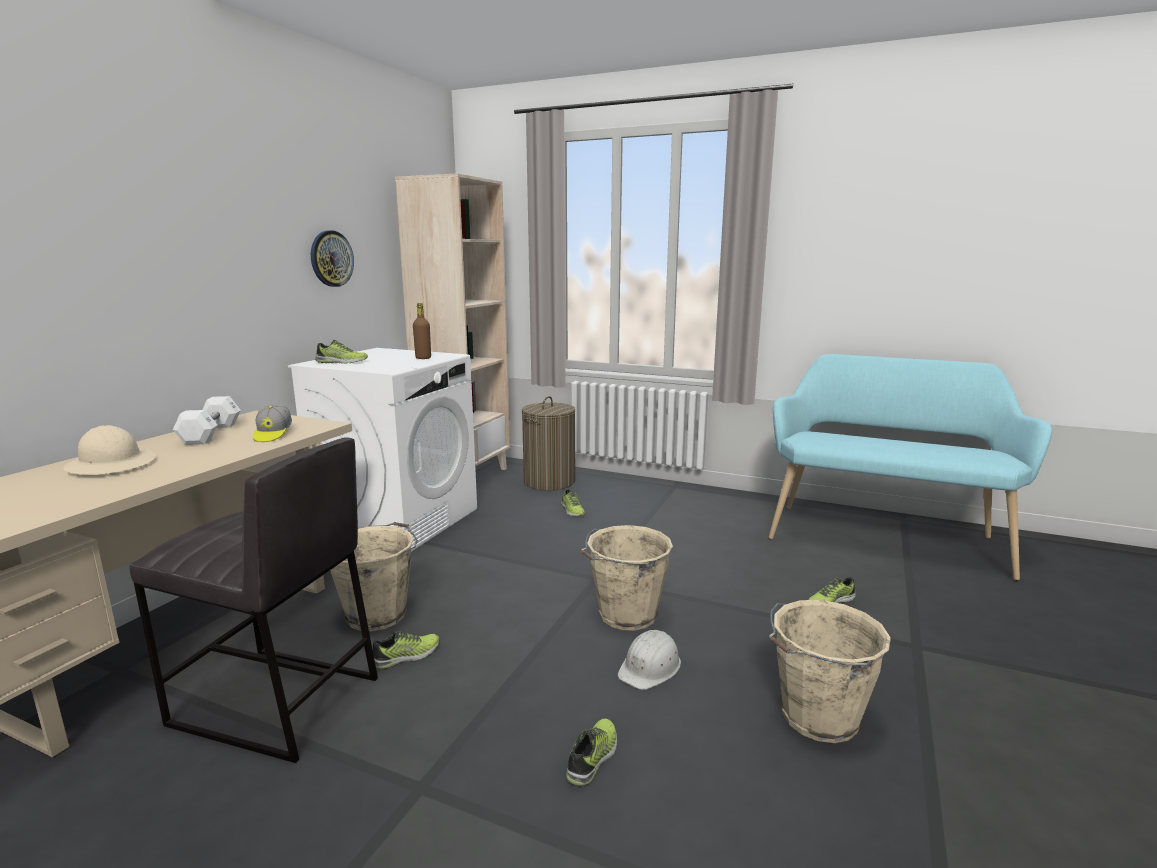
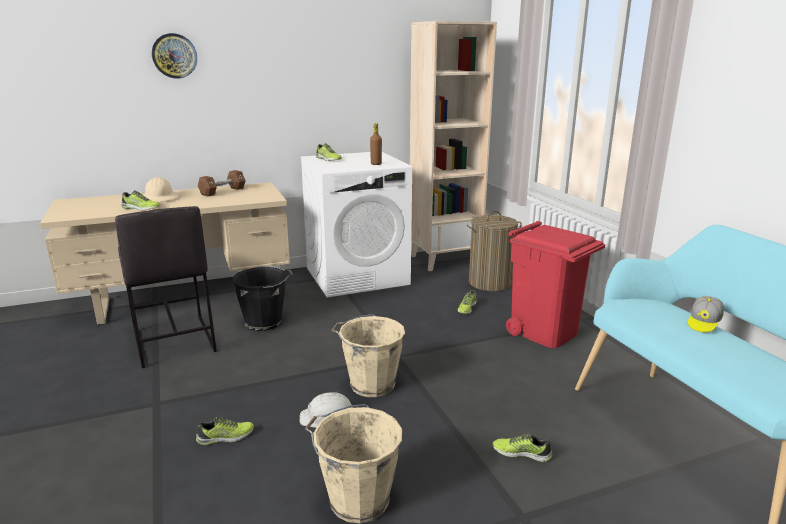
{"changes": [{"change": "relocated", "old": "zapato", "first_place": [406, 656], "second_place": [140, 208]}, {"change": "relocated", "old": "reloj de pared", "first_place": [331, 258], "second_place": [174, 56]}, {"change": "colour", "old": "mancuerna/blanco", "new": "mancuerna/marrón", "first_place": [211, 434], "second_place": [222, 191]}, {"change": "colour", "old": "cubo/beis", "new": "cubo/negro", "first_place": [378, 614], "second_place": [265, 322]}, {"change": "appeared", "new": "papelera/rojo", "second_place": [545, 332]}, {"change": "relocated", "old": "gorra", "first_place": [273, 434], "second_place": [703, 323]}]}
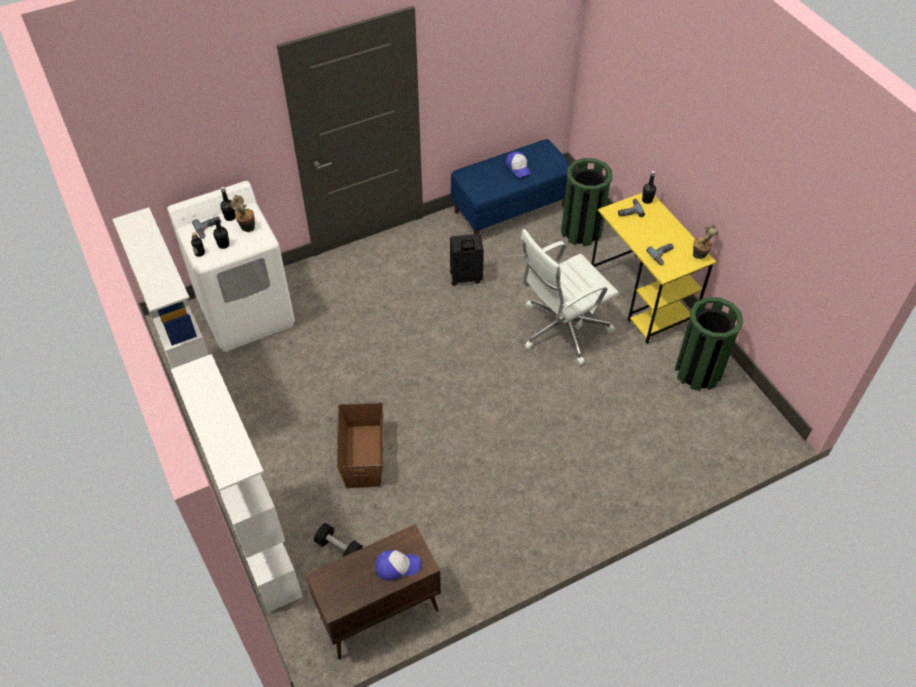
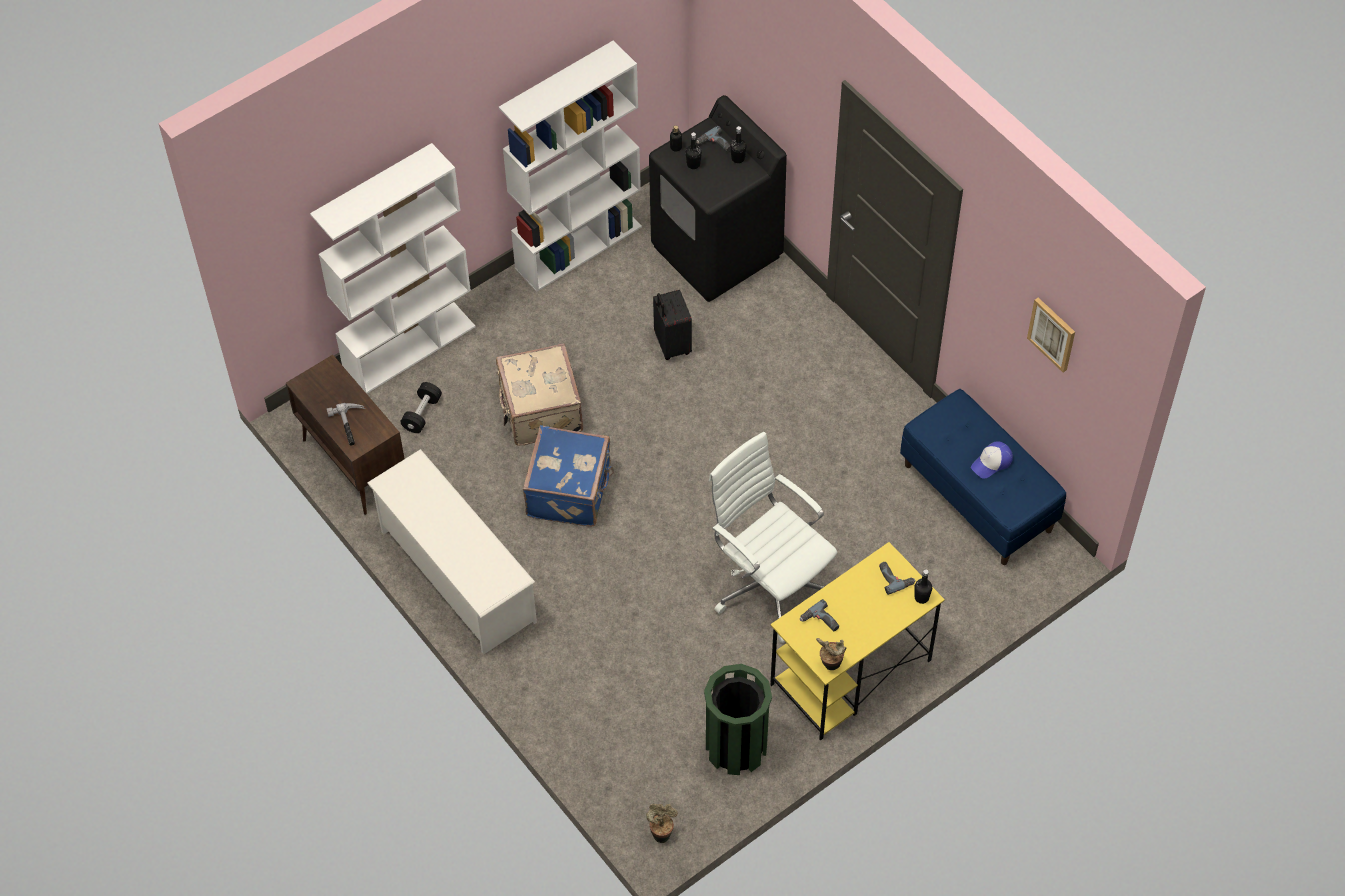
{"changes": [{"change": "exchanged", "old": "gorra", "new": "martillo", "first_place": [397, 566], "second_place": [350, 425]}, {"change": "appeared", "new": "zapatero/blanco", "second_place": [456, 575]}, {"change": "exchanged", "old": "caja de almacenaje/marrón", "new": "maleta/beis", "first_place": [364, 455], "second_place": [539, 411]}, {"change": "appeared", "new": "maleta/azul", "second_place": [570, 491]}, {"change": "relocated", "old": "planta en maceta", "first_place": [246, 227], "second_place": [661, 833]}, {"change": "colour", "old": "lavadora/blanco", "new": "lavadora/negro", "first_place": [247, 312], "second_place": [717, 251]}, {"change": "relocated", "old": "maleta/negro", "first_place": [465, 278], "second_place": [671, 345]}, {"change": "appeared", "new": "cuadro", "second_place": [1052, 333]}, {"change": "missing", "old": "papelera/verde", "first_place": [581, 231]}]}
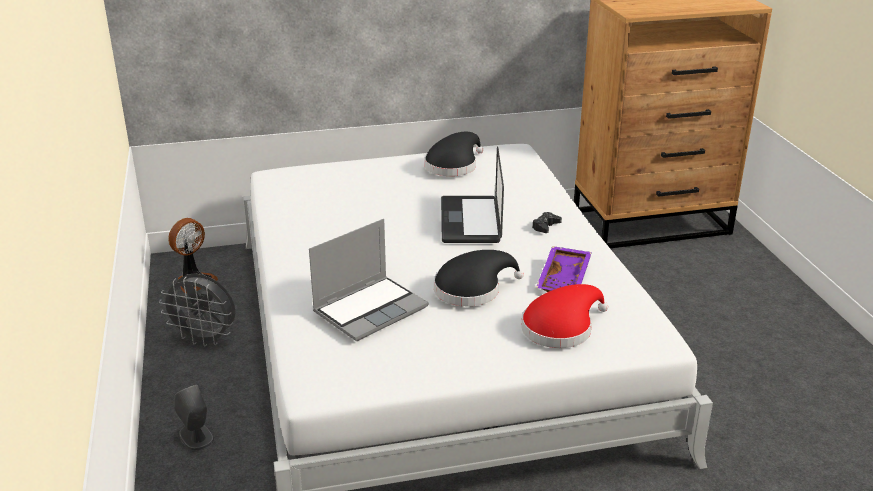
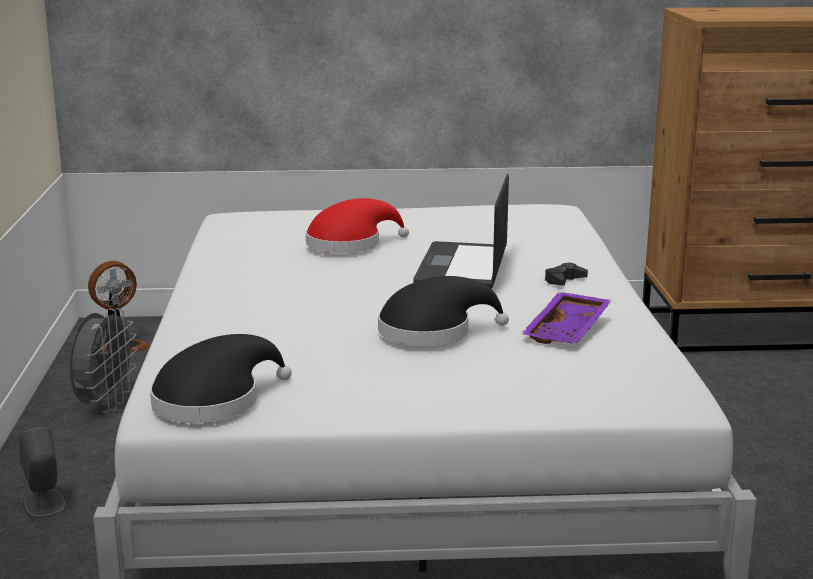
{"changes": [{"change": "spun", "old": "ventilador/gris", "first_place": [205, 339], "second_place": [105, 405], "degrees": -105}, {"change": "relocated", "old": "sombrero/negro", "first_place": [453, 165], "second_place": [213, 401]}, {"change": "relocated", "old": "sombrero/rojo", "first_place": [561, 328], "second_place": [349, 244]}, {"change": "missing", "old": "portátil", "first_place": [370, 309]}]}
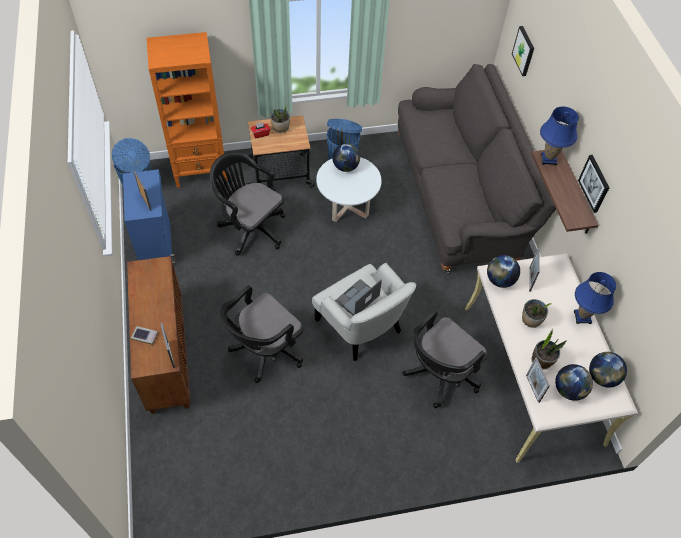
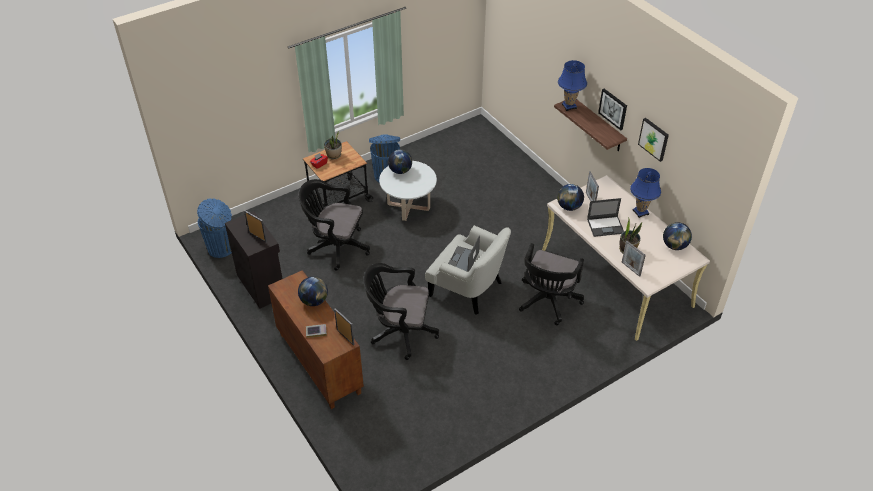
{"changes": [{"change": "colour", "old": "armario/azul", "new": "armario/negro", "first_place": [157, 245], "second_place": [261, 285]}, {"change": "relocated", "old": "globo terráqueo", "first_place": [568, 390], "second_place": [314, 301]}, {"change": "spun", "old": "silla de oficina/negro", "first_place": [264, 351], "second_place": [400, 332], "degrees": 75}, {"change": "exchanged", "old": "planta en maceta", "new": "portátil", "first_place": [531, 320], "second_place": [605, 226]}, {"change": "relocated", "old": "cuadro", "first_place": [524, 51], "second_place": [654, 139]}, {"change": "missing", "old": "estantería/naranja", "first_place": [201, 171]}, {"change": "missing", "old": "sofá/gris", "first_place": [459, 196]}]}
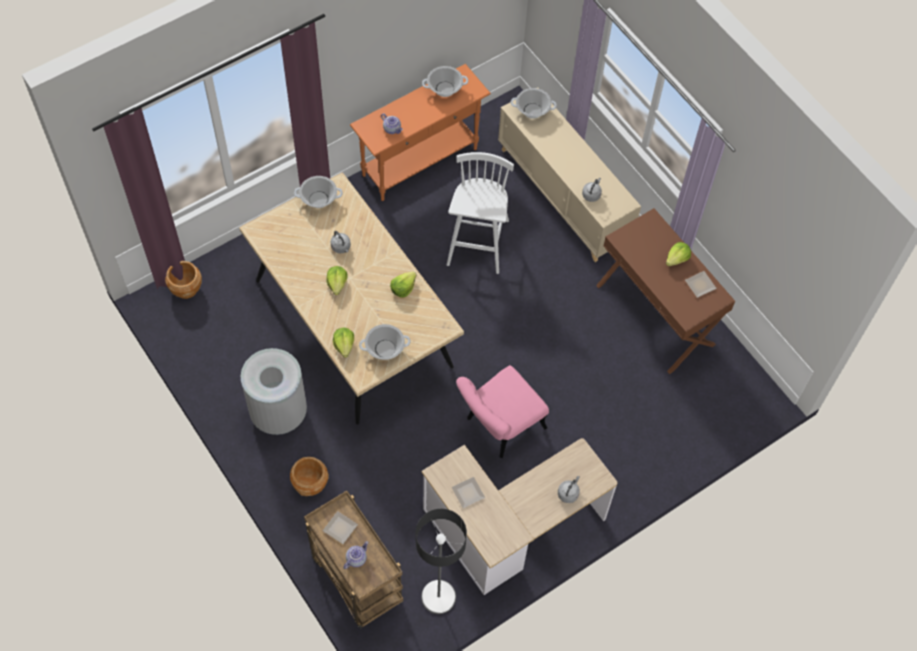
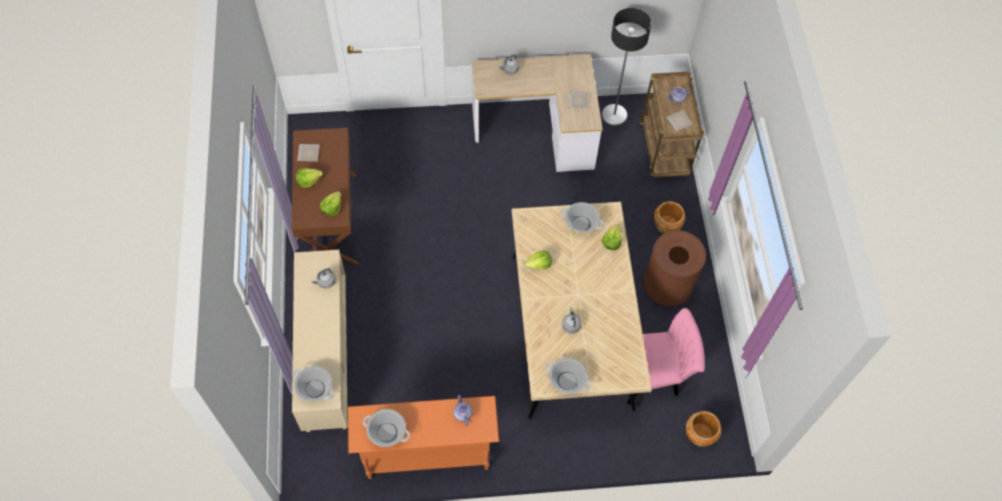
{"changes": [{"change": "relocated", "old": "lechuga", "first_place": [337, 283], "second_place": [332, 207]}, {"change": "relocated", "old": "silla/rosa", "first_place": [499, 427], "second_place": [655, 374]}, {"change": "colour", "old": "papelera/gris", "new": "papelera/marrón", "first_place": [278, 412], "second_place": [667, 288]}, {"change": "missing", "old": "taburete/blanco", "first_place": [477, 244]}]}
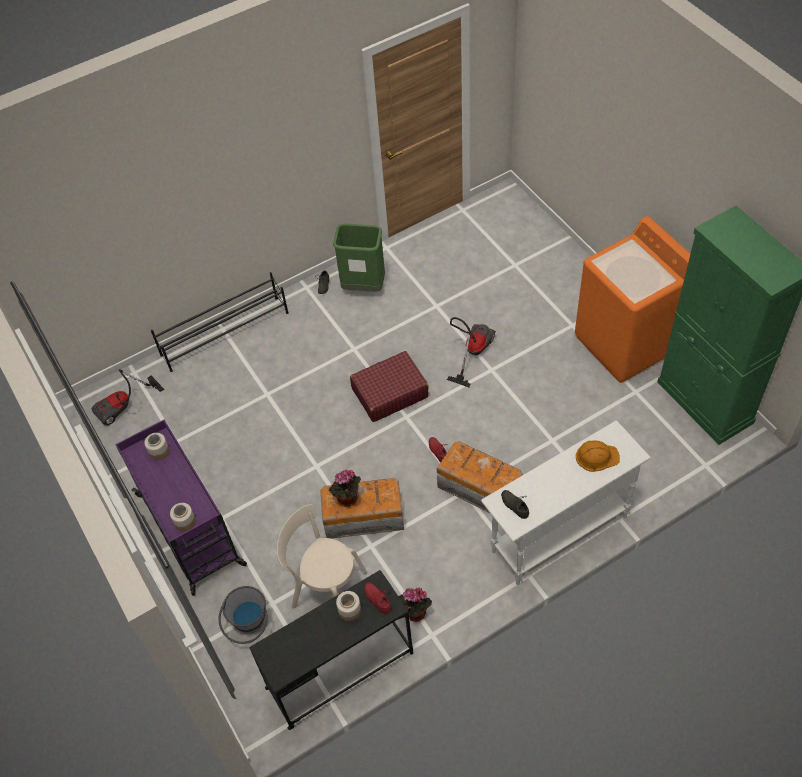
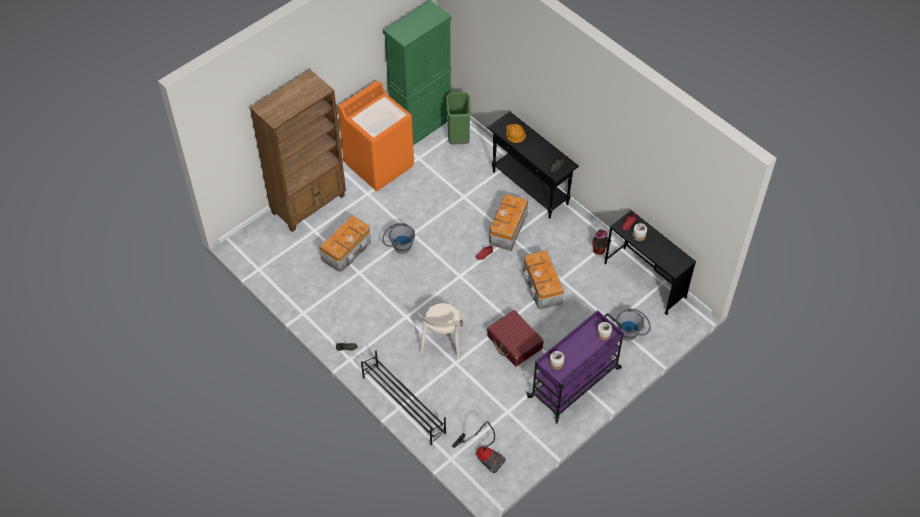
{"changes": [{"change": "appeared", "new": "estantería/marrón", "second_place": [309, 204]}, {"change": "appeared", "new": "caja de almacenaje", "second_place": [347, 250]}, {"change": "exchanged", "old": "aspiradora", "new": "cubo/gris", "first_place": [472, 352], "second_place": [399, 246]}, {"change": "relocated", "old": "silla/beis", "first_place": [326, 588], "second_place": [442, 343]}, {"change": "relocated", "old": "papelera/verde", "first_place": [364, 287], "second_place": [458, 138]}, {"change": "colour", "old": "mesa consola/blanco", "new": "mesa consola/negro", "first_place": [558, 534], "second_place": [530, 188]}, {"change": "relocated", "old": "maleta/rojo", "first_place": [389, 393], "second_place": [514, 342]}, {"change": "missing", "old": "planta en maceta", "first_place": [347, 500]}]}
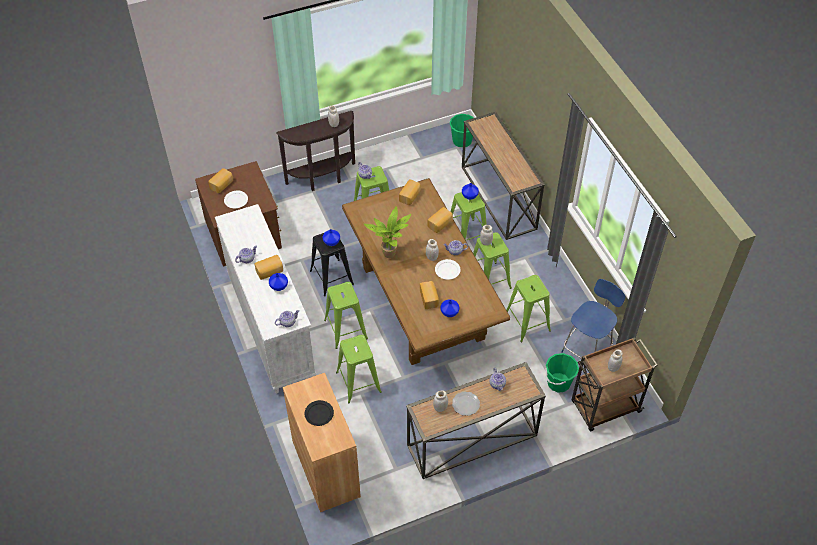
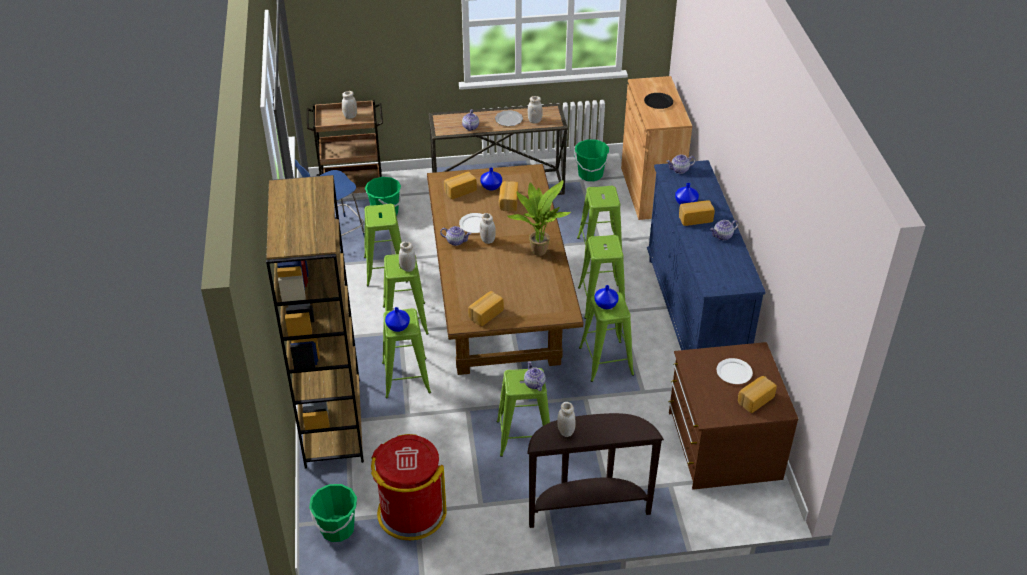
{"changes": [{"change": "exchanged", "old": "mesa consola", "new": "estantería/marrón", "first_place": [499, 197], "second_place": [332, 421]}, {"change": "appeared", "new": "papelera/rojo", "second_place": [411, 513]}, {"change": "relocated", "old": "pan", "first_place": [440, 224], "second_place": [459, 190]}, {"change": "appeared", "new": "cubo/verde", "second_place": [590, 174]}, {"change": "colour", "old": "taburete/negro", "new": "taburete/verde", "first_place": [331, 278], "second_place": [606, 360]}, {"change": "colour", "old": "cómoda/blanco", "new": "cómoda/azul", "first_place": [271, 328], "second_place": [693, 319]}]}
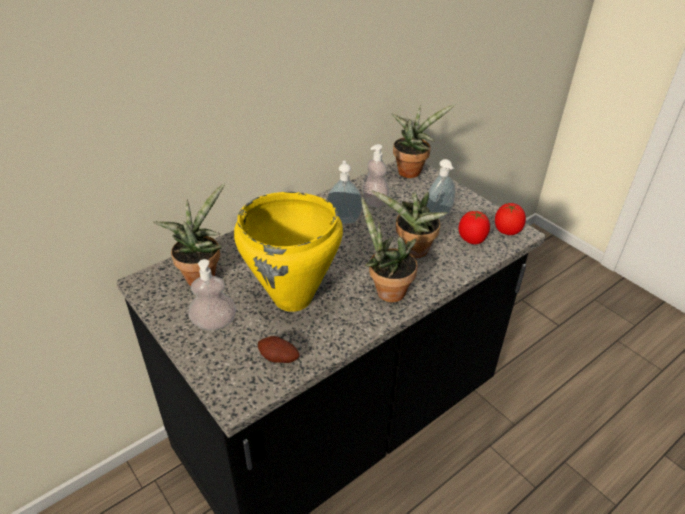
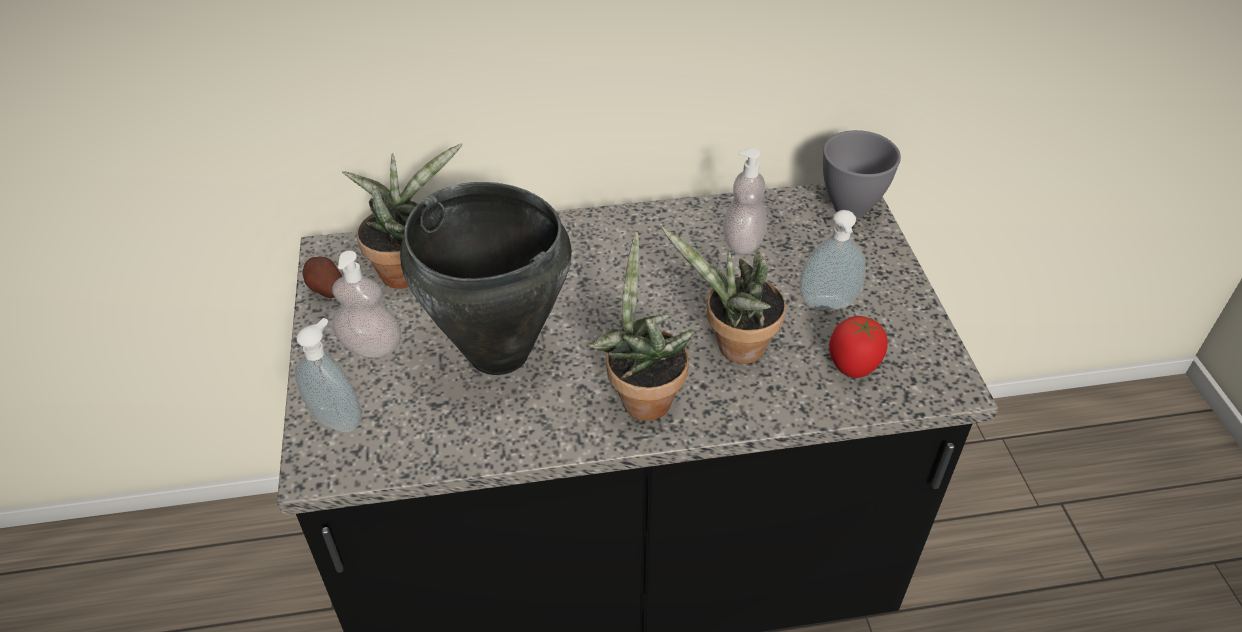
{"changes": [{"change": "relocated", "old": "dispensador de jabón", "first_place": [343, 220], "second_place": [338, 419]}, {"change": "relocated", "old": "patata", "first_place": [278, 359], "second_place": [326, 290]}, {"change": "colour", "old": "olla/amarillo", "new": "olla/negro", "first_place": [293, 299], "second_place": [498, 354]}, {"change": "exchanged", "old": "planta en maceta", "new": "cuenco/gris", "first_place": [411, 170], "second_place": [848, 208]}, {"change": "missing", "old": "tomate", "first_place": [506, 230]}]}
